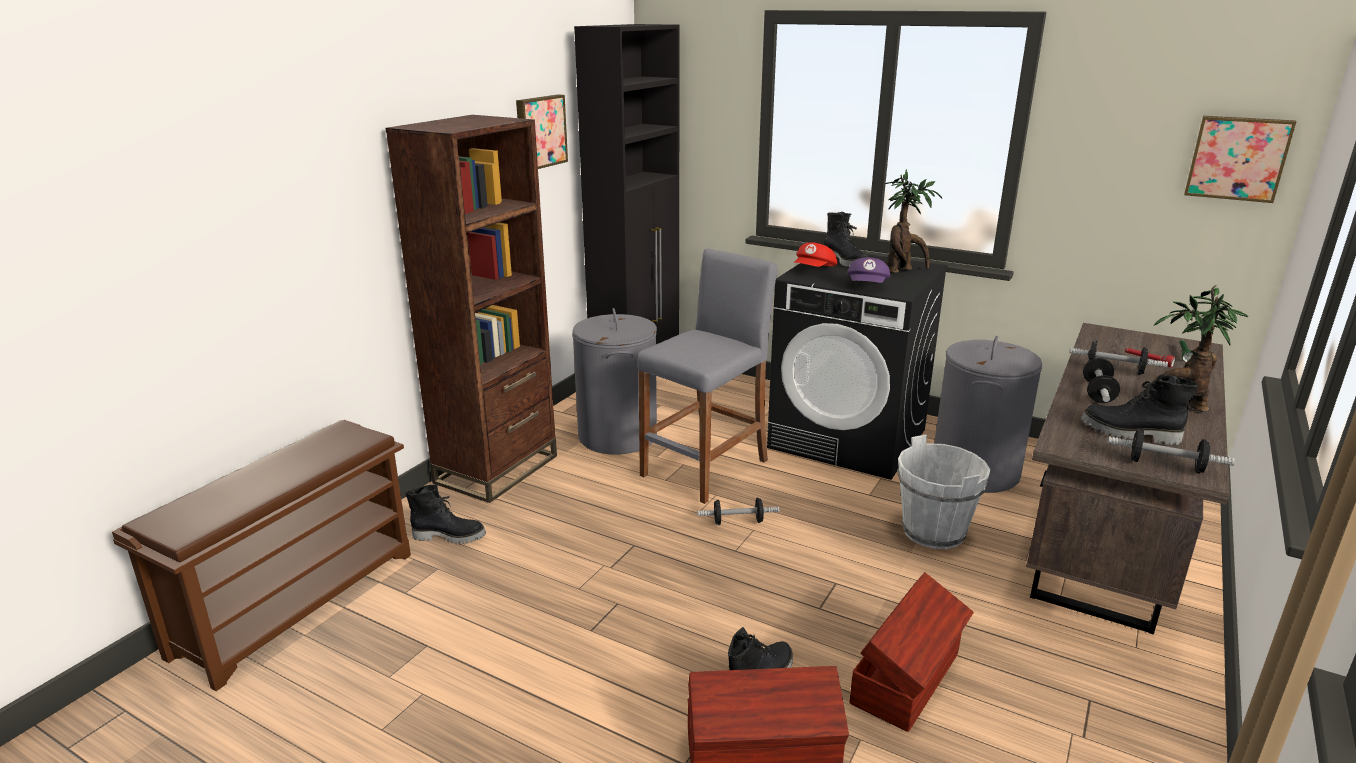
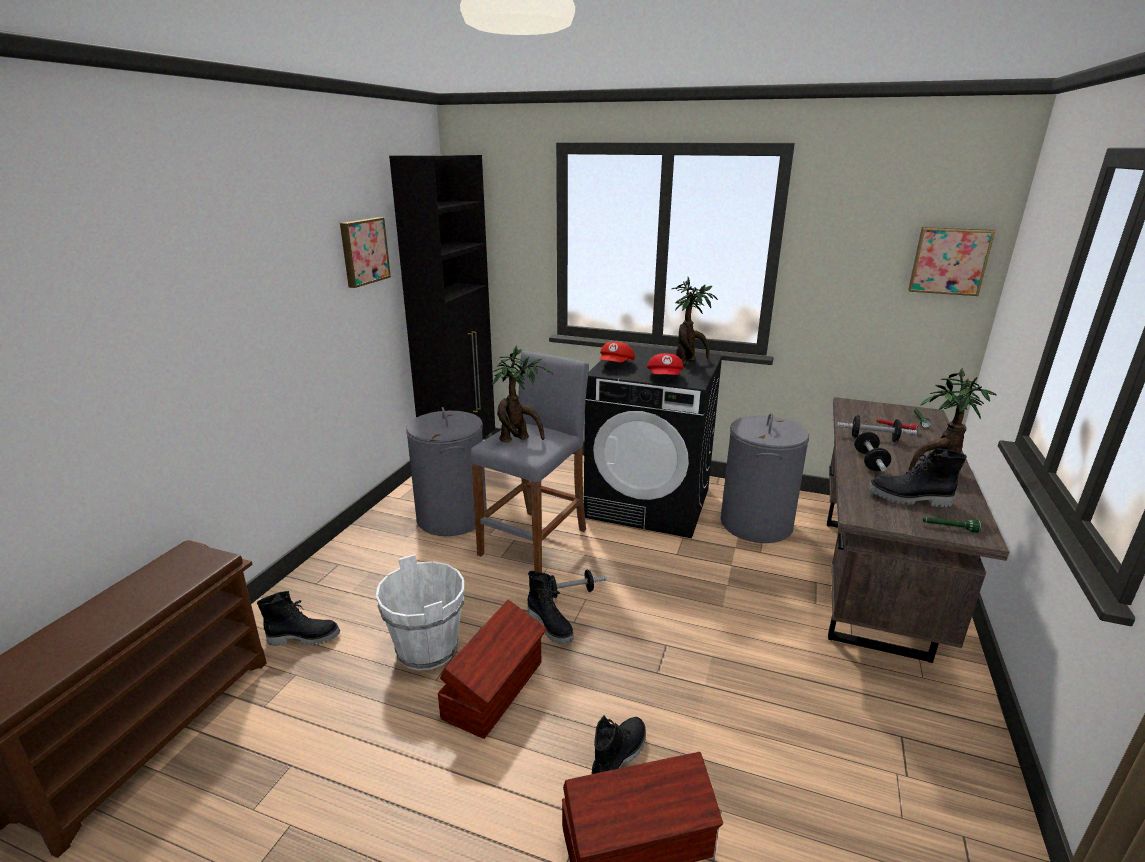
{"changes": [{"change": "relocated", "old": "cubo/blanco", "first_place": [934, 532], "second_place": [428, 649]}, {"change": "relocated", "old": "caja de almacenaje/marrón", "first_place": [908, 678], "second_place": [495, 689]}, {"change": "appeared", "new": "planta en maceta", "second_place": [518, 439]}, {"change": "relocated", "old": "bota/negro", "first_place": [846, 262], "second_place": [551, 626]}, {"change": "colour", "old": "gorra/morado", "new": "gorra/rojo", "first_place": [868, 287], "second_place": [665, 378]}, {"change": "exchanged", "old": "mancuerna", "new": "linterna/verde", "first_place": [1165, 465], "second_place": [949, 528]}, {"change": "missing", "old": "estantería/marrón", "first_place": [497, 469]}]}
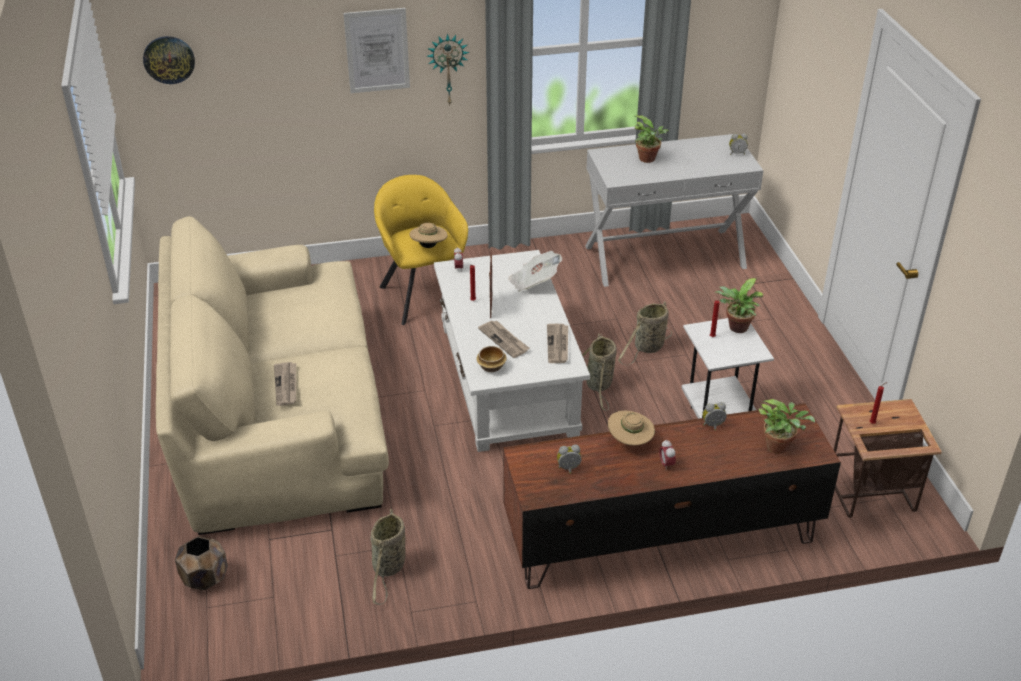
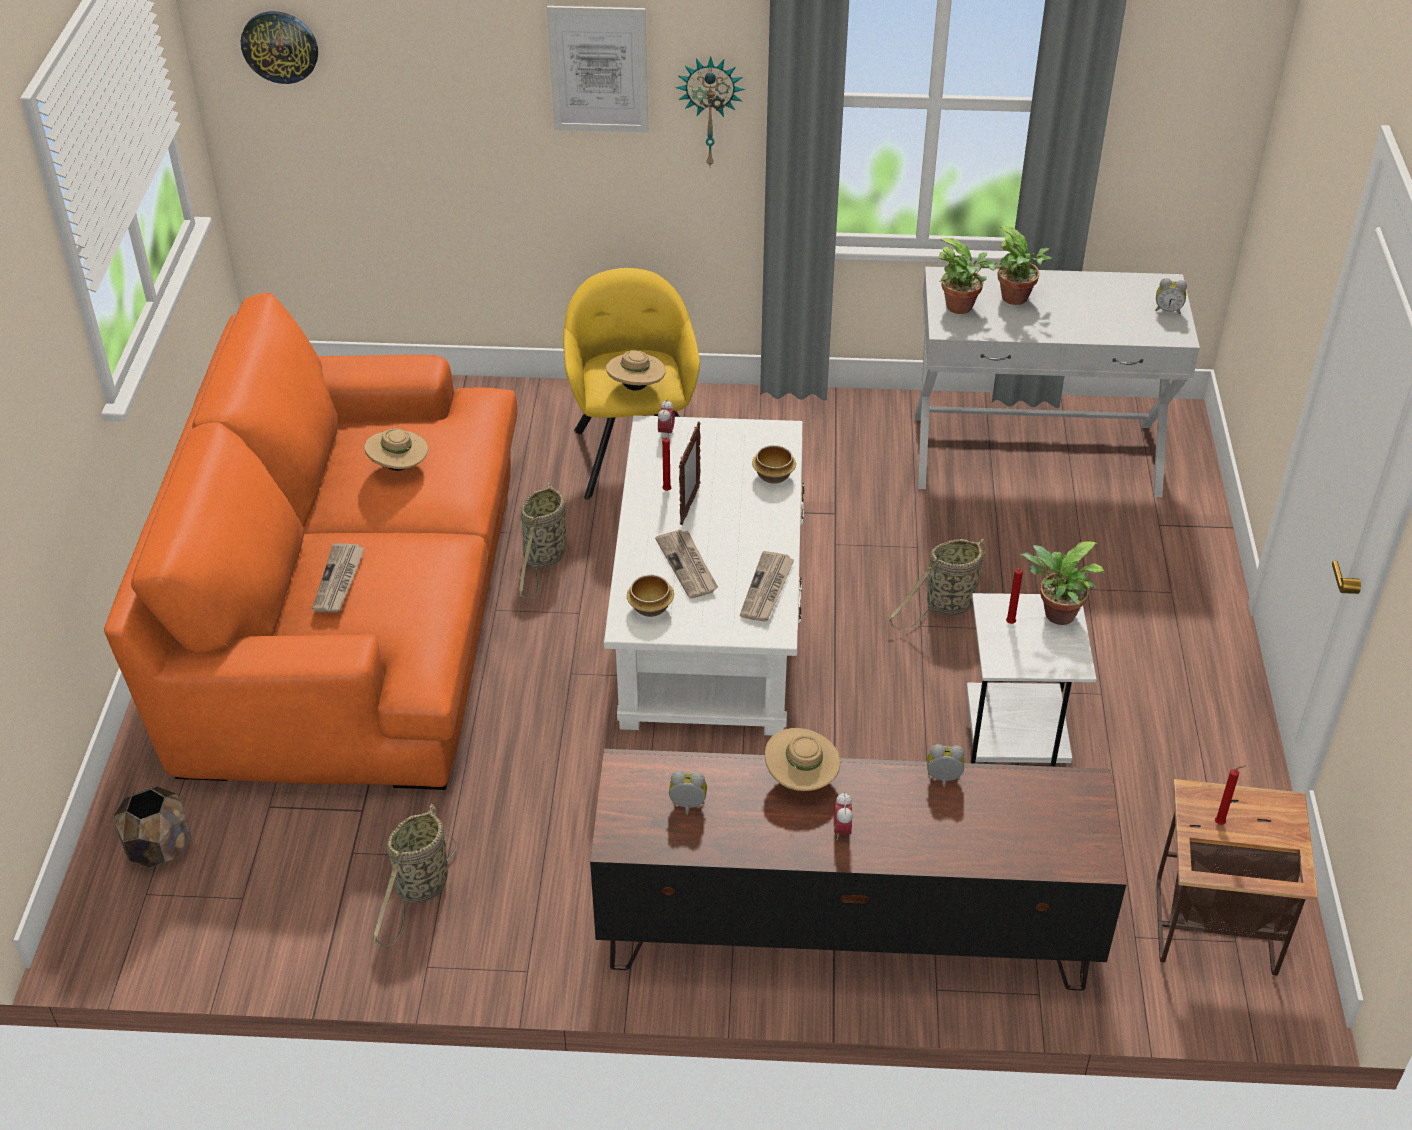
{"changes": [{"change": "colour", "old": "sofá/beis", "new": "sofá/naranja", "first_place": [277, 416], "second_place": [350, 613]}, {"change": "appeared", "new": "sombrero/beis", "second_place": [399, 467]}, {"change": "relocated", "old": "cesta", "first_place": [599, 385], "second_place": [544, 559]}, {"change": "exchanged", "old": "periódico", "new": "cuenco", "first_place": [534, 282], "second_place": [772, 476]}, {"change": "relocated", "old": "planta en maceta", "first_place": [780, 447], "second_place": [963, 307]}]}
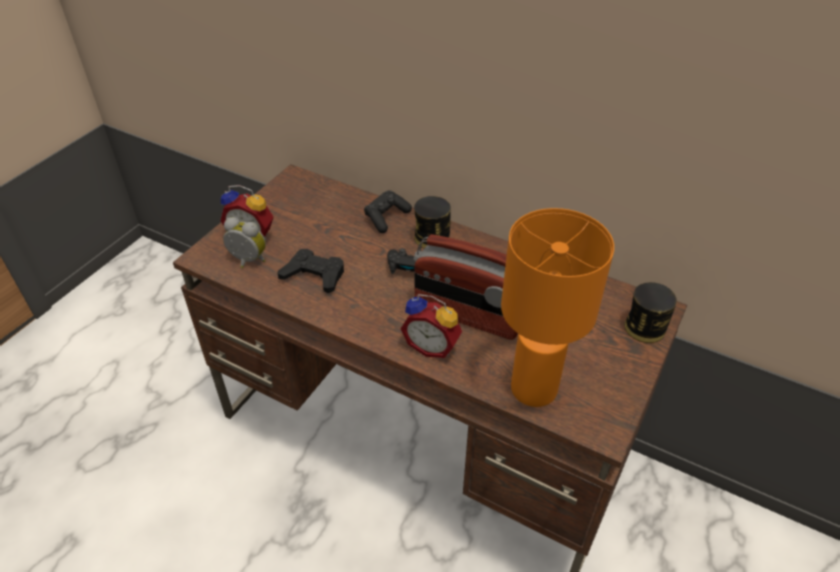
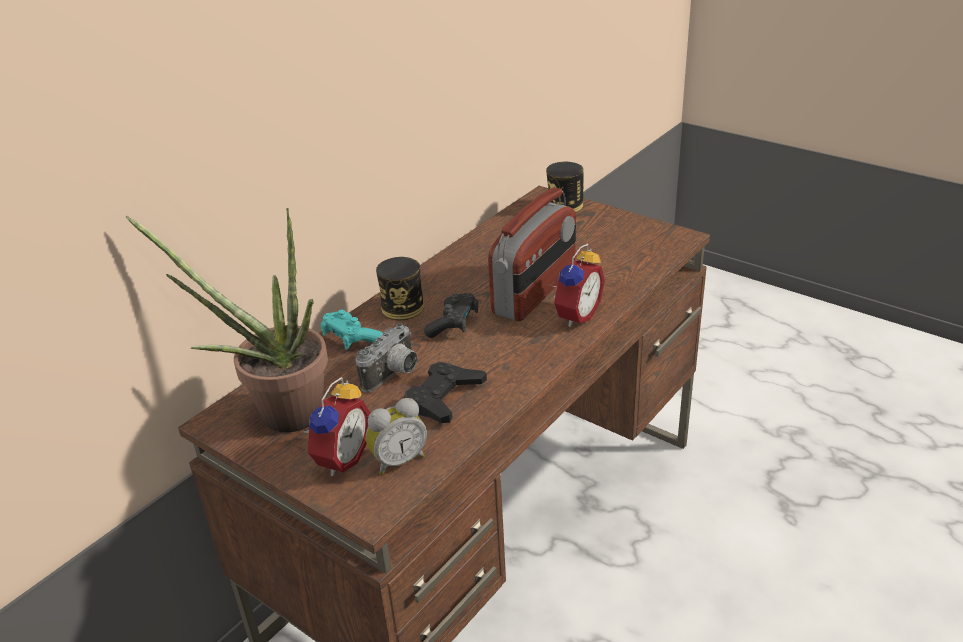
{"changes": [{"change": "appeared", "new": "planta en maceta", "second_place": [278, 413]}, {"change": "colour", "old": "mando de consola/negro", "new": "mando de consola/turquesa", "first_place": [386, 217], "second_place": [351, 339]}, {"change": "appeared", "new": "cámara", "second_place": [394, 375]}, {"change": "spun", "old": "despertador", "first_place": [247, 261], "second_place": [398, 460], "degrees": -150}, {"change": "missing", "old": "lámpara de mesa/naranja", "first_place": [532, 389]}]}
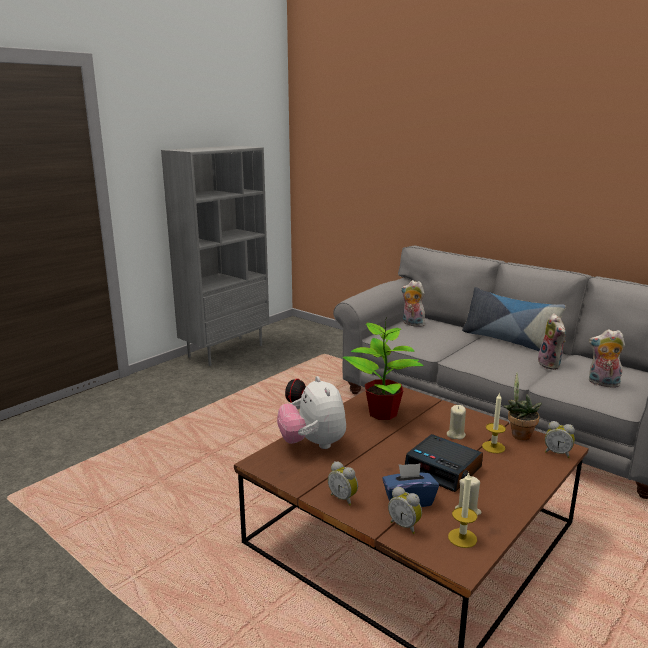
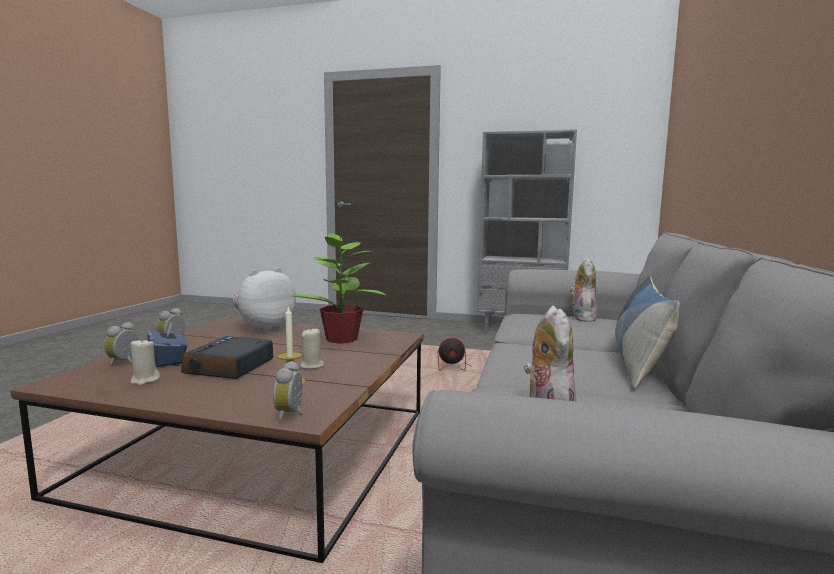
{"changes": [{"change": "missing", "old": "vela", "first_place": [462, 538]}, {"change": "missing", "old": "planta en maceta", "first_place": [519, 434]}, {"change": "missing", "old": "peluche", "first_place": [551, 365]}]}
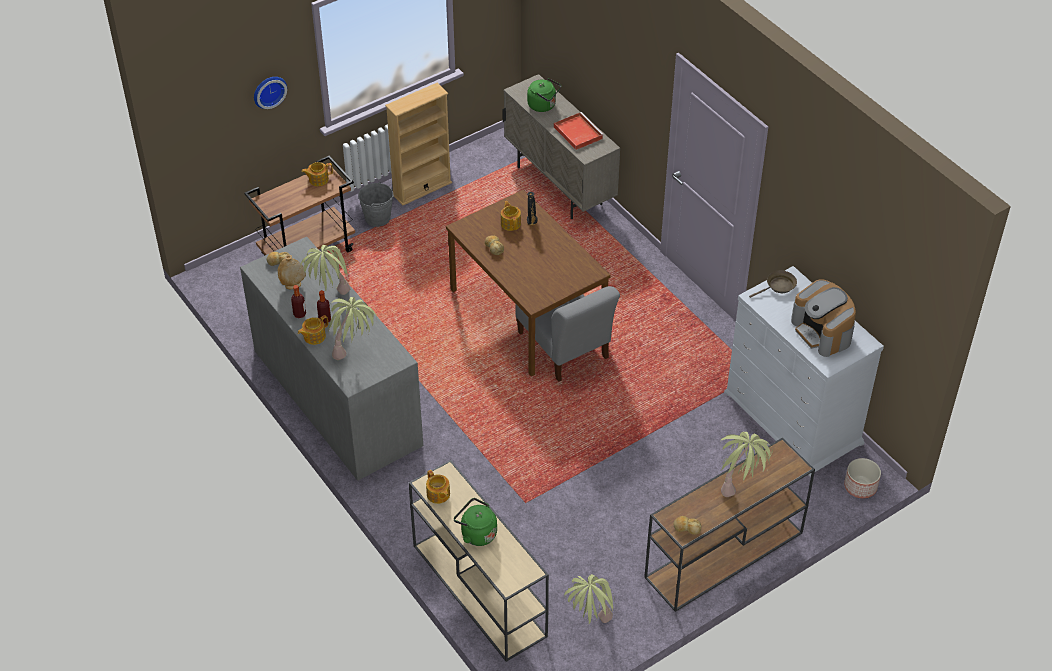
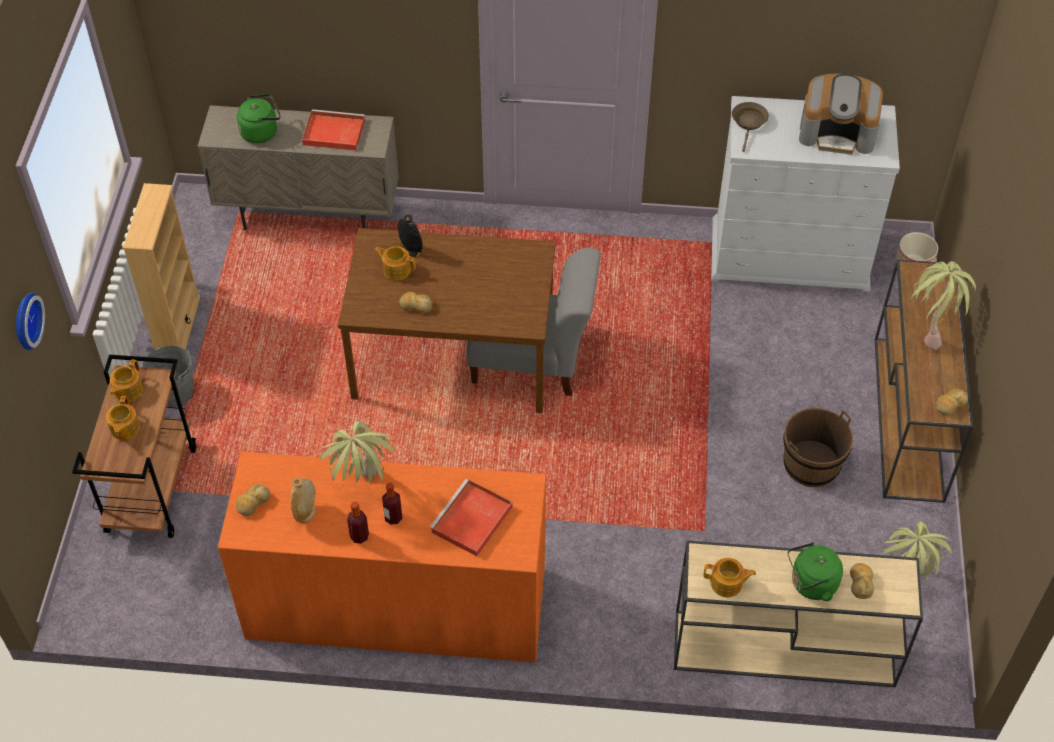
{"changes": [{"change": "relocated", "old": "tetera", "first_place": [314, 336], "second_place": [124, 428]}, {"change": "colour", "old": "cómoda/gris", "new": "cómoda/naranja", "first_place": [337, 397], "second_place": [396, 603]}, {"change": "exchanged", "old": "planta en maceta", "new": "bandeja/rojo", "first_place": [354, 351], "second_place": [471, 521]}, {"change": "appeared", "new": "cubo/marrón", "second_place": [811, 464]}, {"change": "appeared", "new": "pan", "second_place": [860, 583]}]}
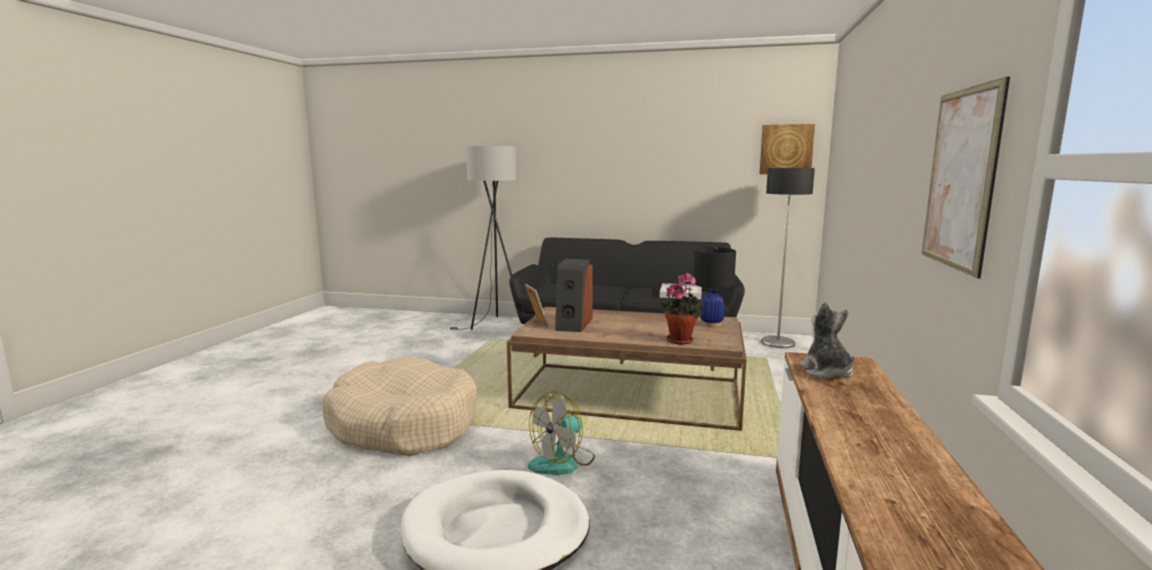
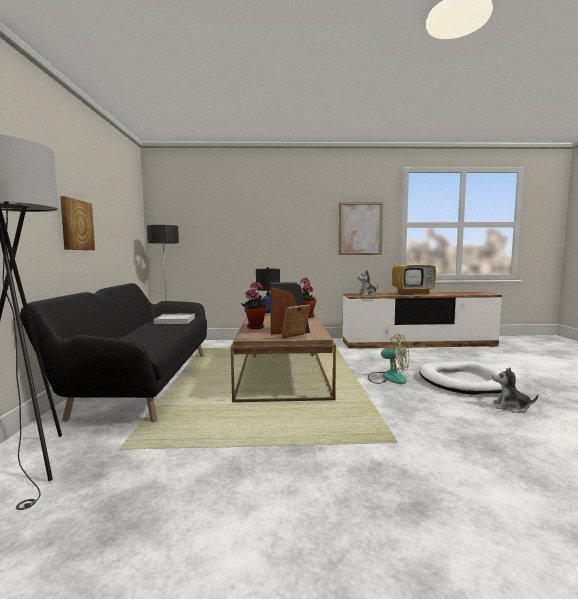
{"changes": [{"change": "relocated", "old": "cuadro", "first_place": [786, 149], "second_place": [76, 225]}, {"change": "appeared", "new": "planta en maceta", "second_place": [256, 327]}, {"change": "appeared", "new": "televisor", "second_place": [413, 293]}, {"change": "appeared", "new": "peluche", "second_place": [511, 407]}, {"change": "missing", "old": "cama para perro/beis", "first_place": [403, 424]}]}
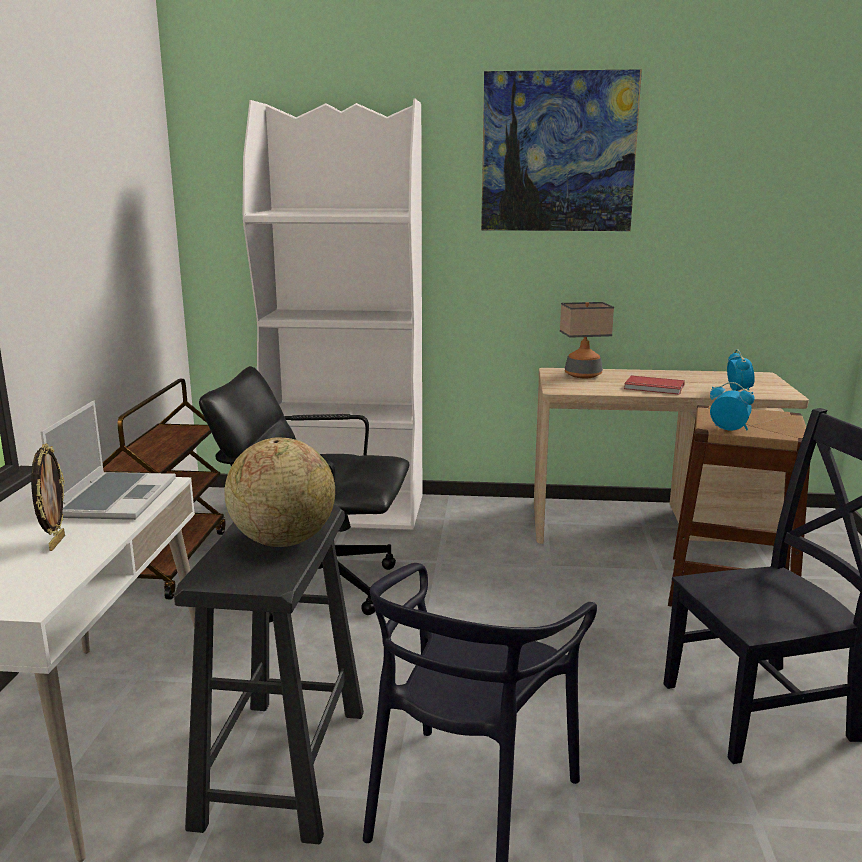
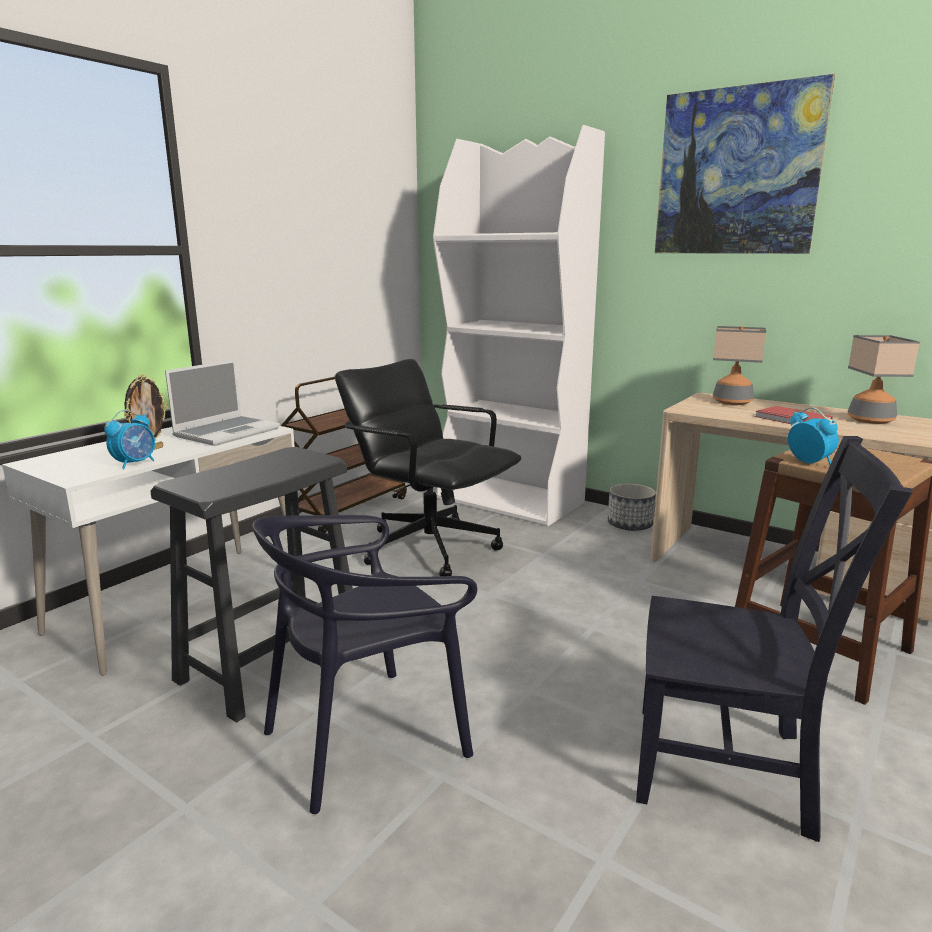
{"changes": [{"change": "relocated", "old": "despertador", "first_place": [738, 391], "second_place": [135, 464]}, {"change": "appeared", "new": "maceta", "second_place": [630, 525]}, {"change": "appeared", "new": "lámpara de mesa", "second_place": [870, 420]}, {"change": "missing", "old": "globo terráqueo", "first_place": [283, 541]}]}
